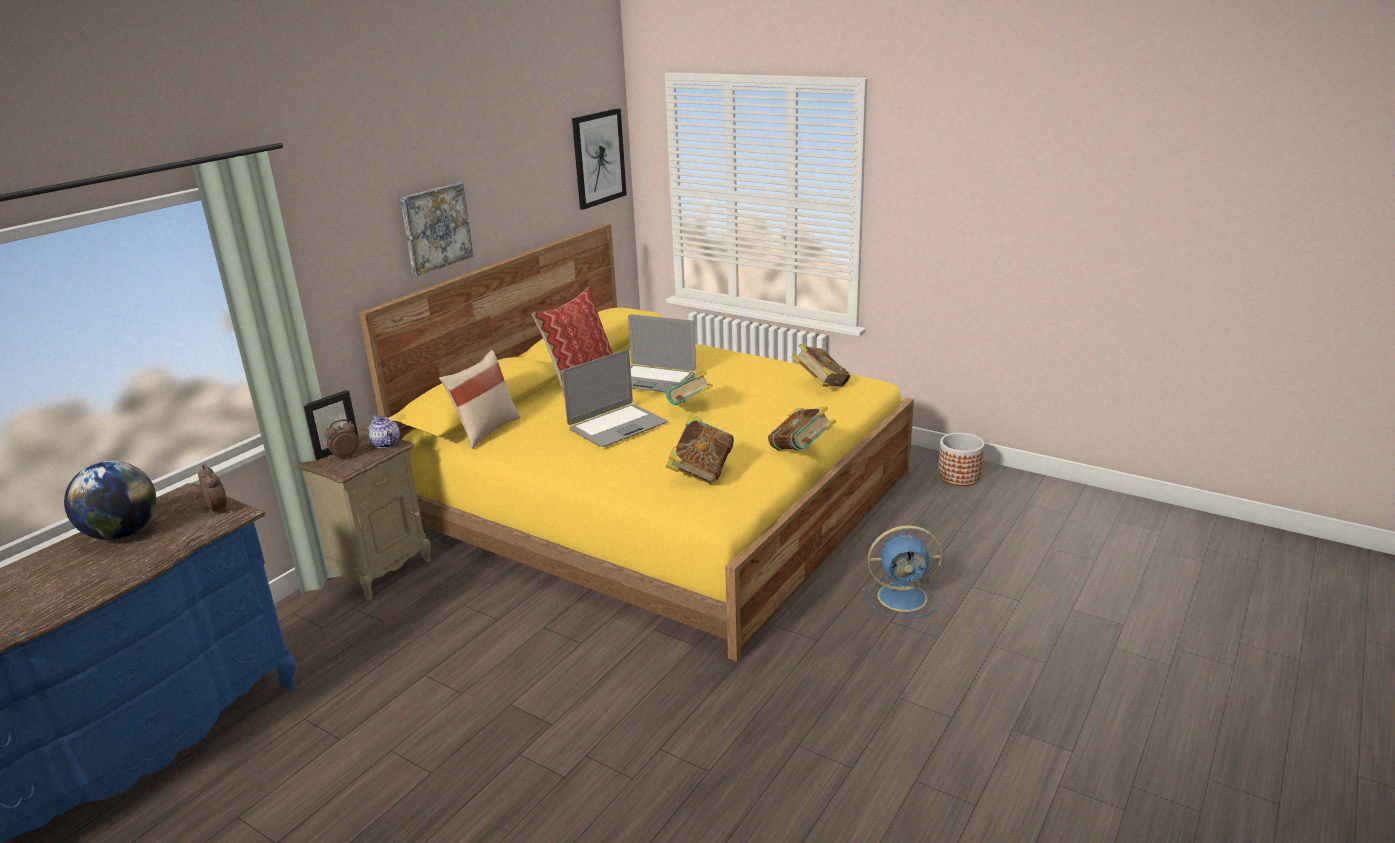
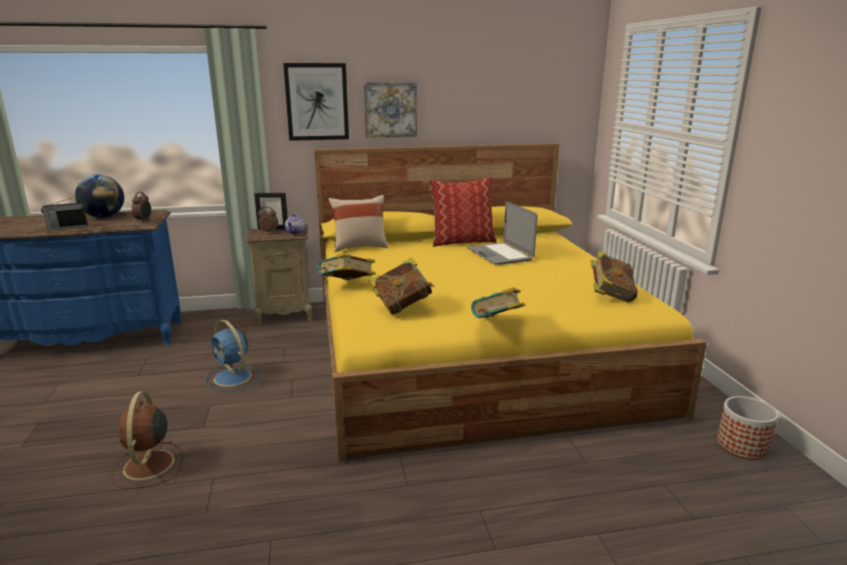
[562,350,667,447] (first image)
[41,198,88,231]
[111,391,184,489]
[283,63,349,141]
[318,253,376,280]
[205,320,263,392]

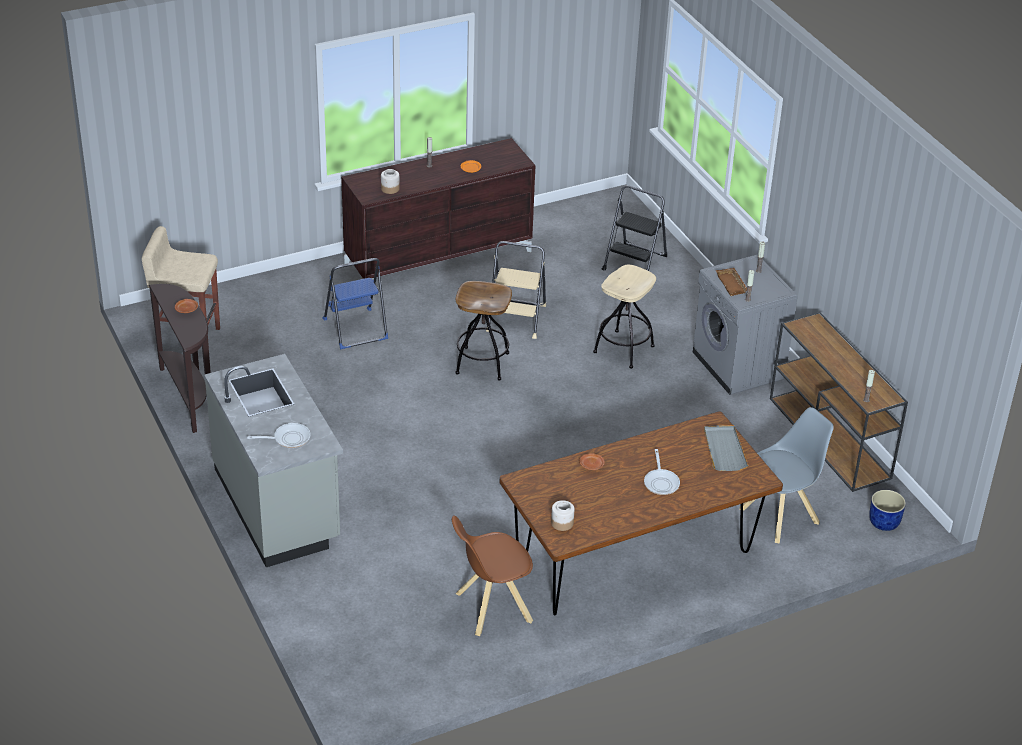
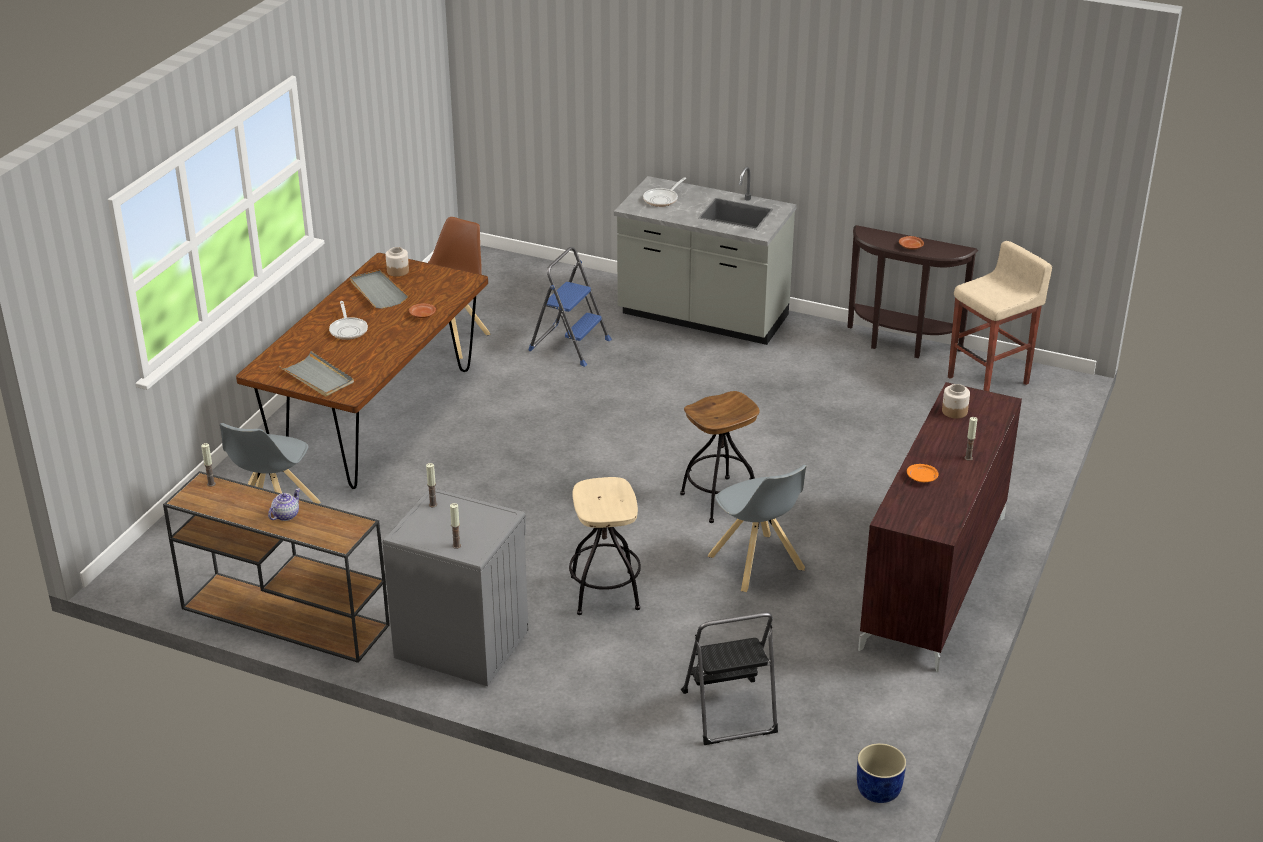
[716,268,747,296] (first image)
[268,489,300,521]
[350,270,408,309]
[529,247,612,367]
[857,743,906,803]
[707,465,806,592]
[329,301,368,340]

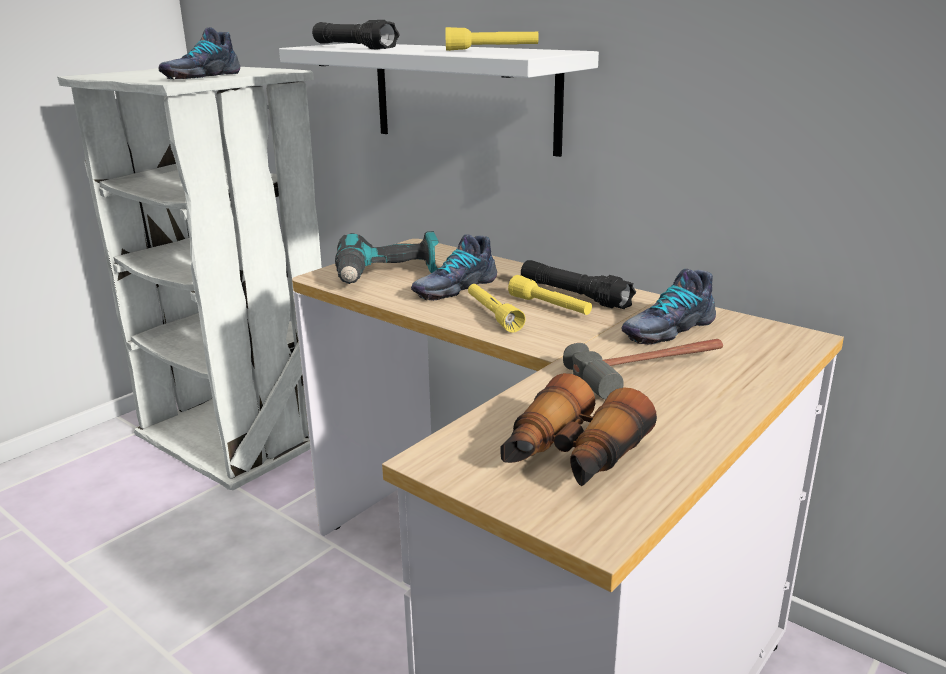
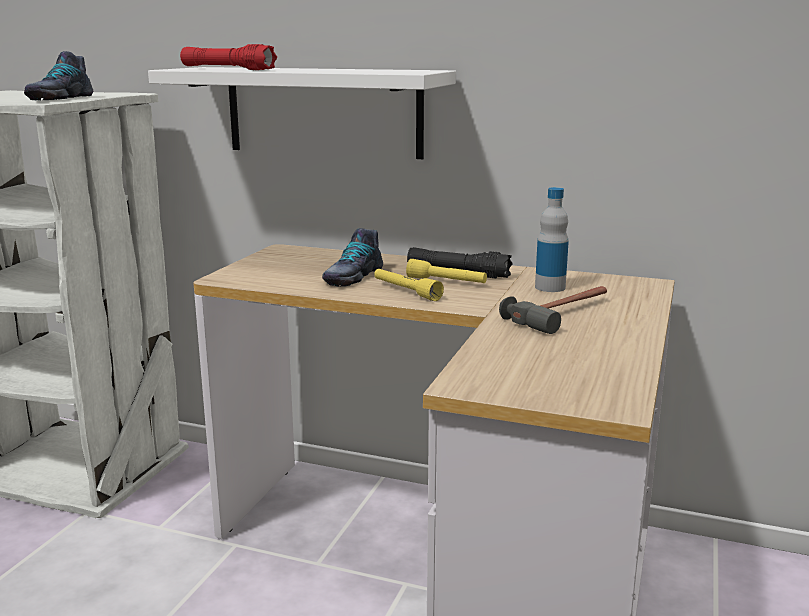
[335,231,439,284] (first image)
[446,27,538,51] (first image)
[501,373,657,486] (first image)
[535,187,569,292]
[180,44,277,70]

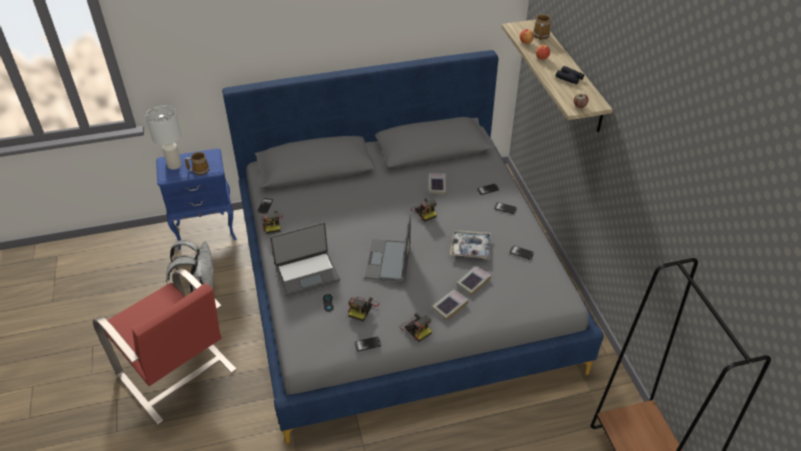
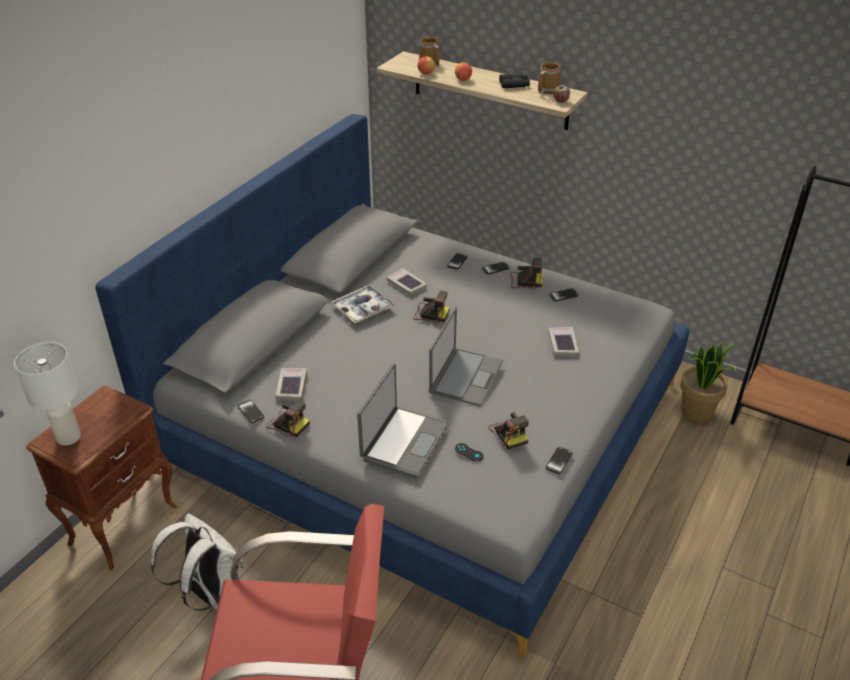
[680,342,737,422]
[538,62,560,94]
[510,258,542,288]
[275,368,307,401]
[331,285,395,323]
[26,386,178,571]
[429,307,503,407]

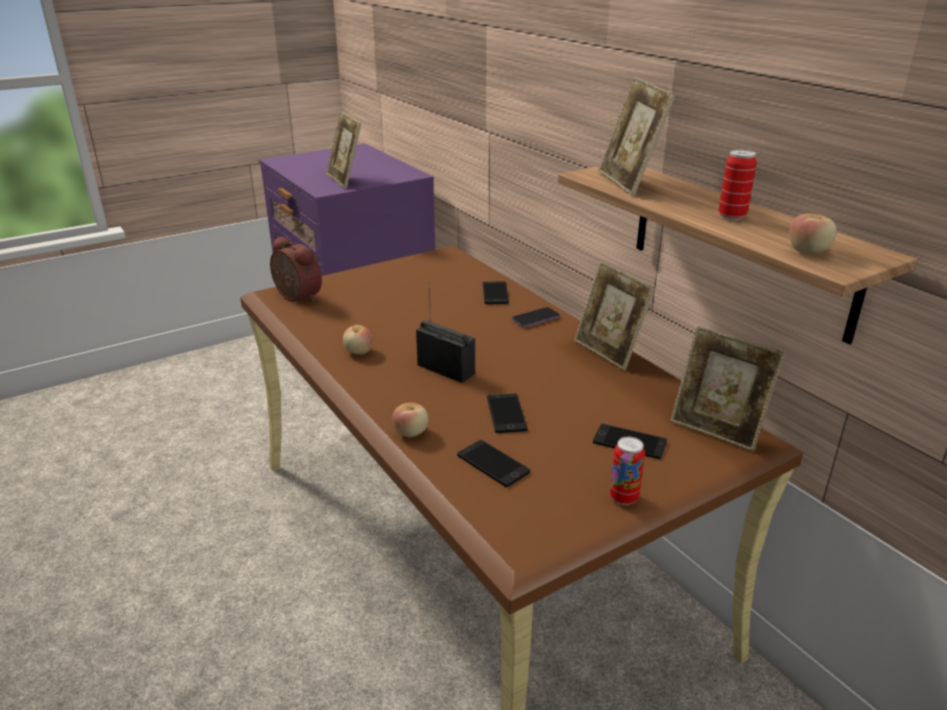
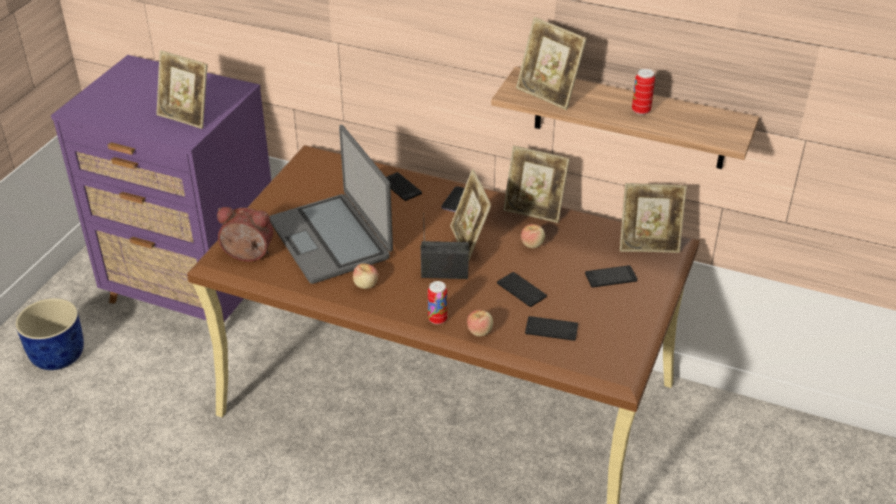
[15,298,84,370]
[269,125,393,284]
[450,169,491,260]
[428,281,447,325]
[521,224,545,248]

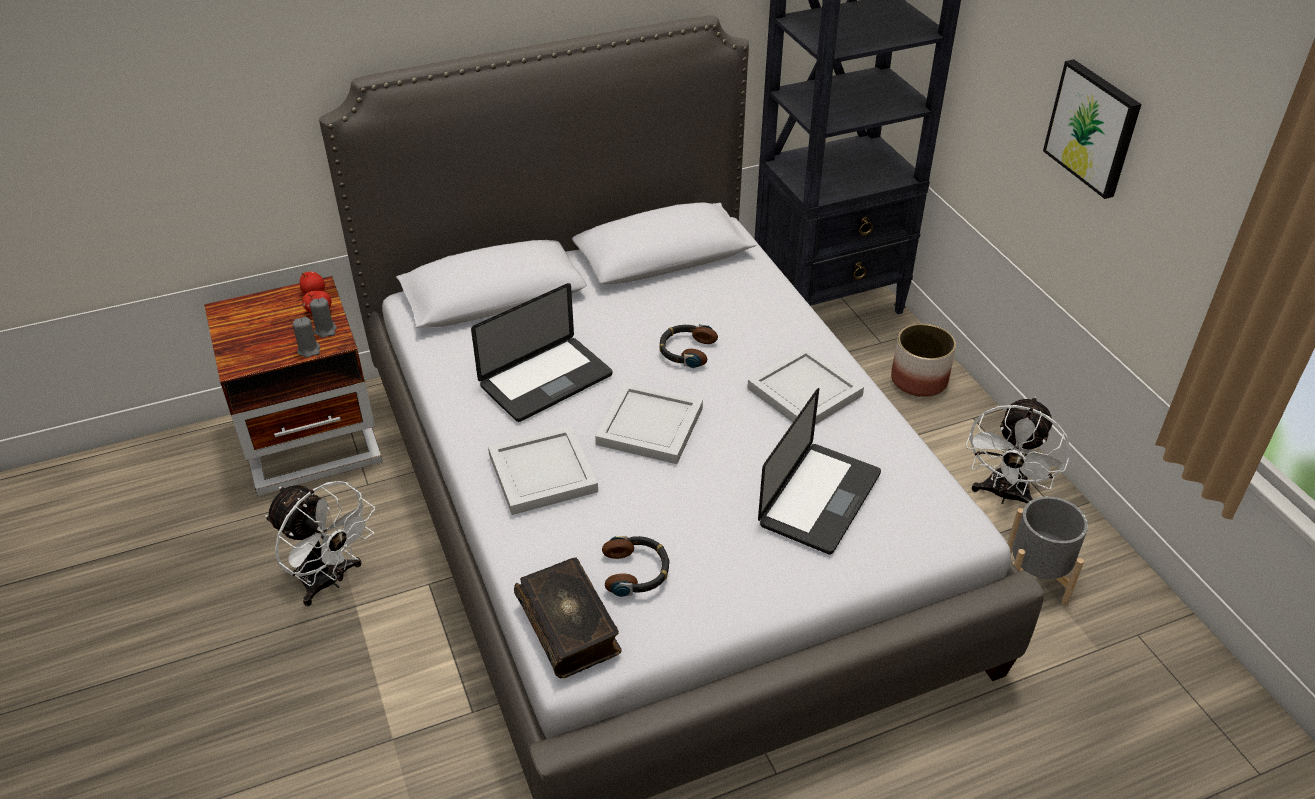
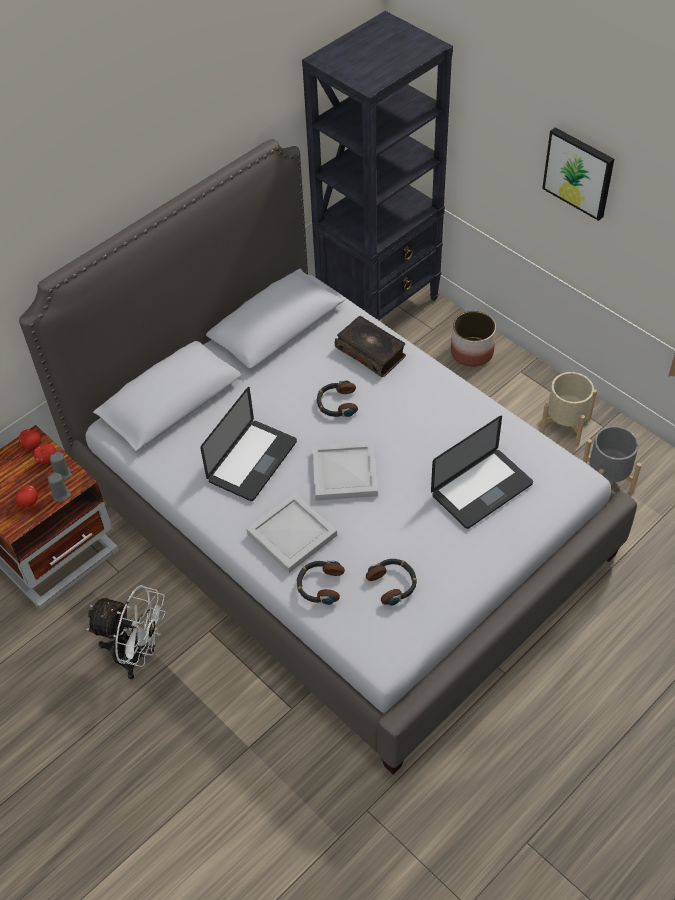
[747,347,864,425] (first image)
[15,485,38,508]
[297,560,345,605]
[335,316,406,377]
[540,372,597,446]
[431,416,533,529]

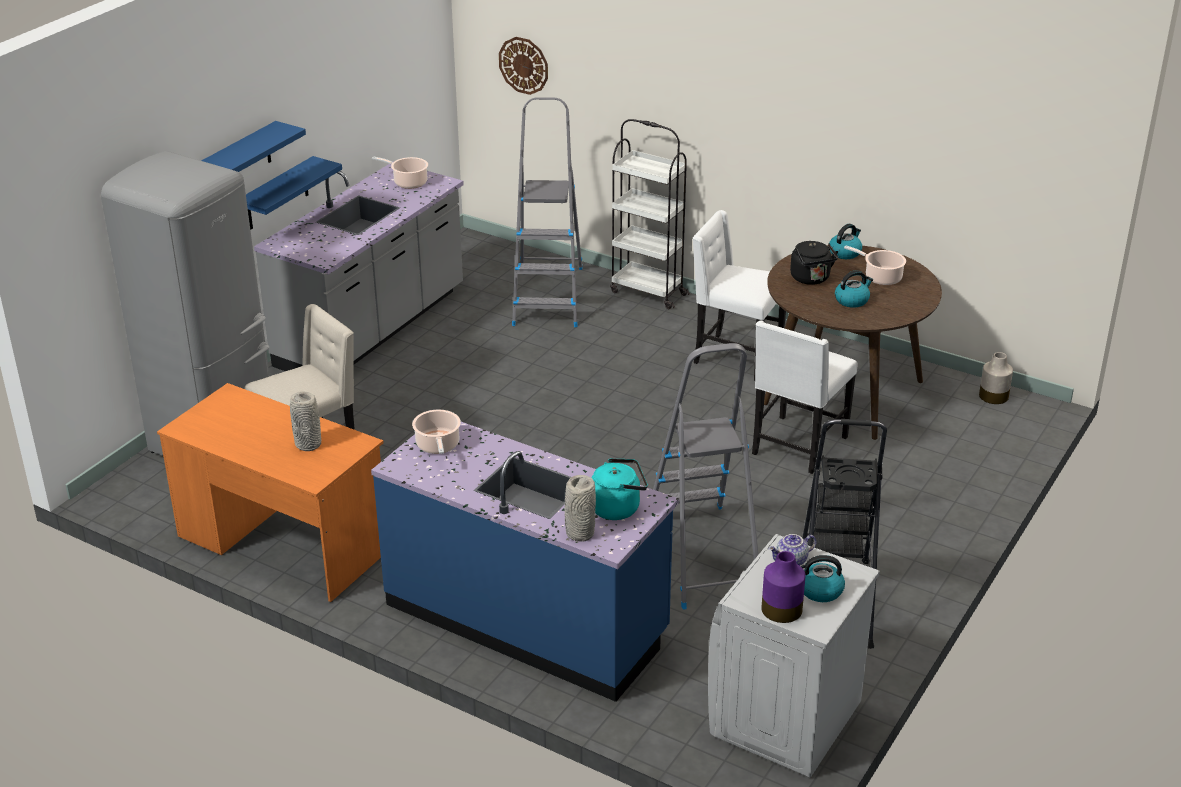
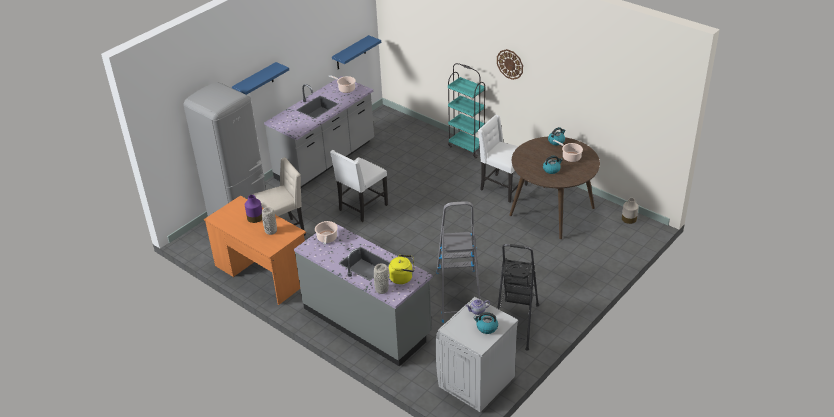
[512,97,582,327] (first image)
[790,241,838,285] (first image)
[332,35,381,69]
[497,49,523,80]
[330,150,388,222]
[245,195,262,223]
[294,223,433,367]
[388,255,415,284]
[448,63,486,158]

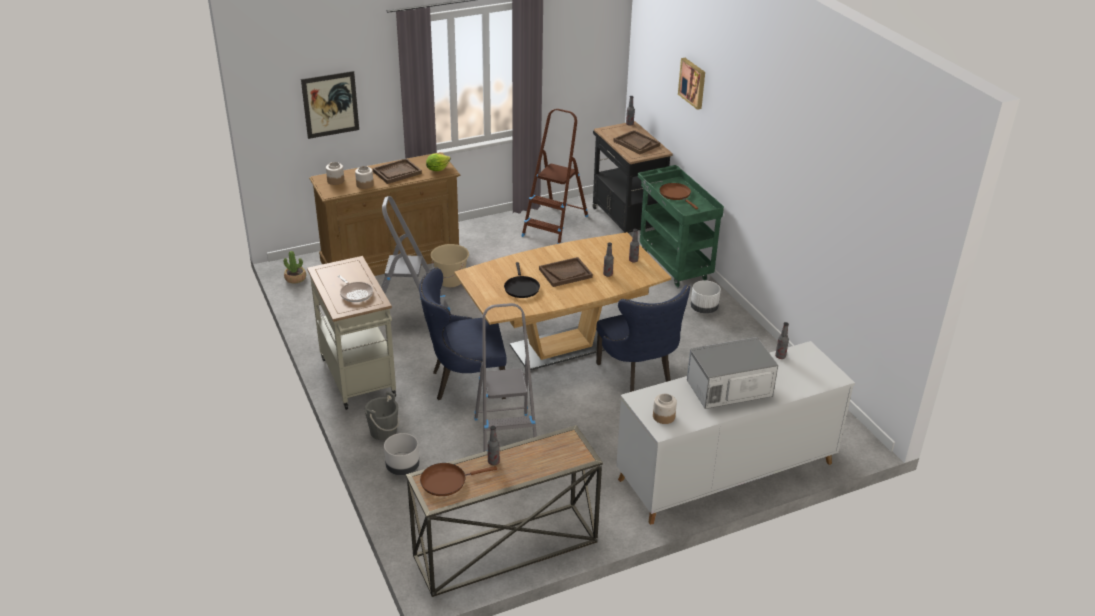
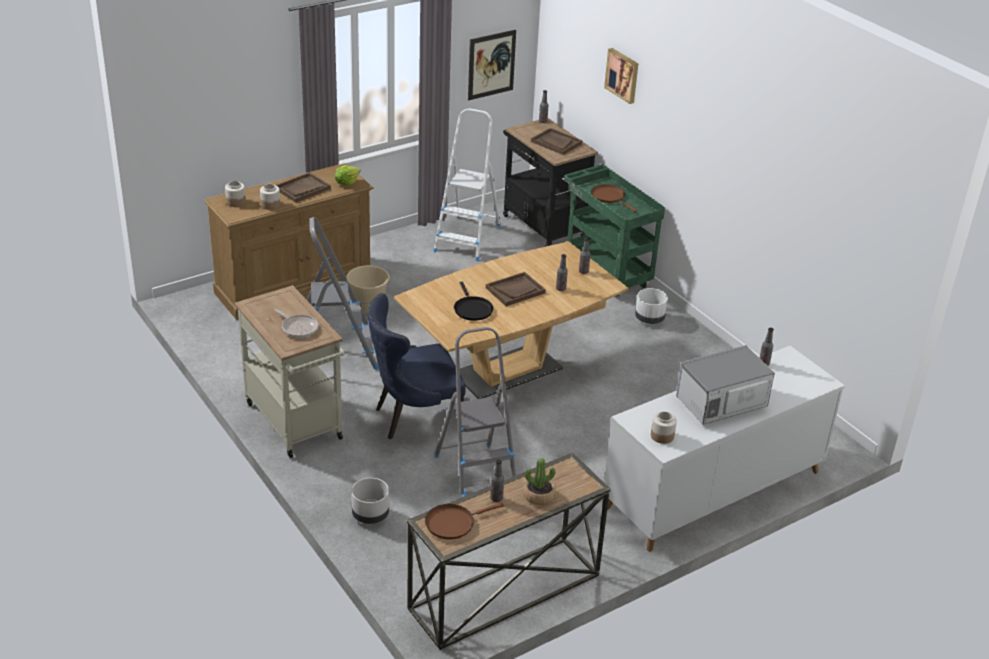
[364,391,399,440] (first image)
[596,285,690,392] (first image)
[523,458,556,505]
[468,29,516,100]
[433,109,501,261]

